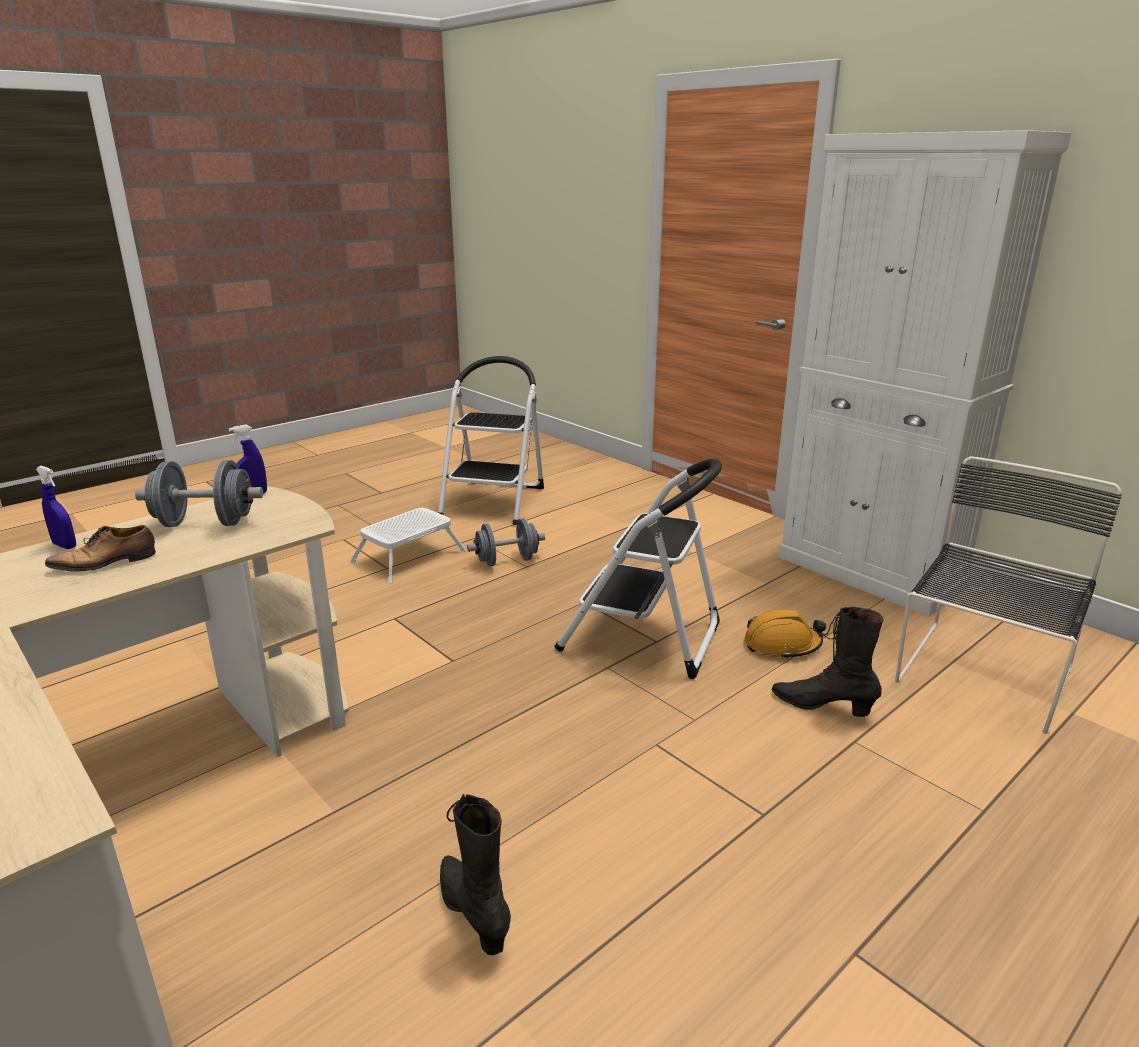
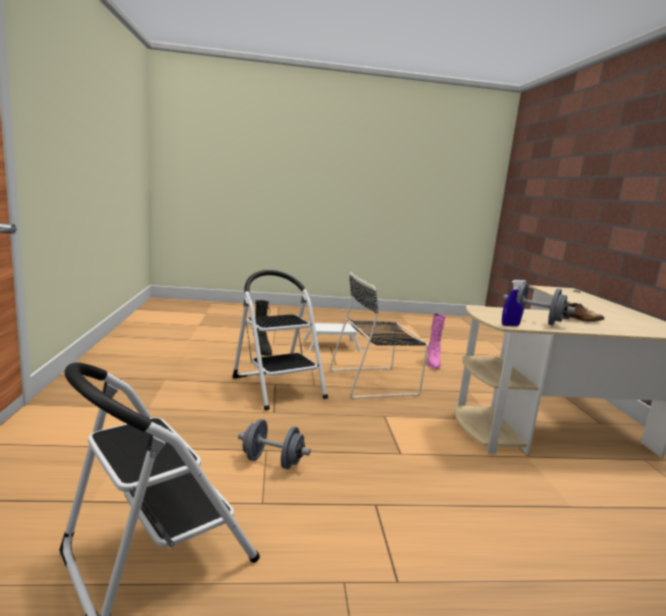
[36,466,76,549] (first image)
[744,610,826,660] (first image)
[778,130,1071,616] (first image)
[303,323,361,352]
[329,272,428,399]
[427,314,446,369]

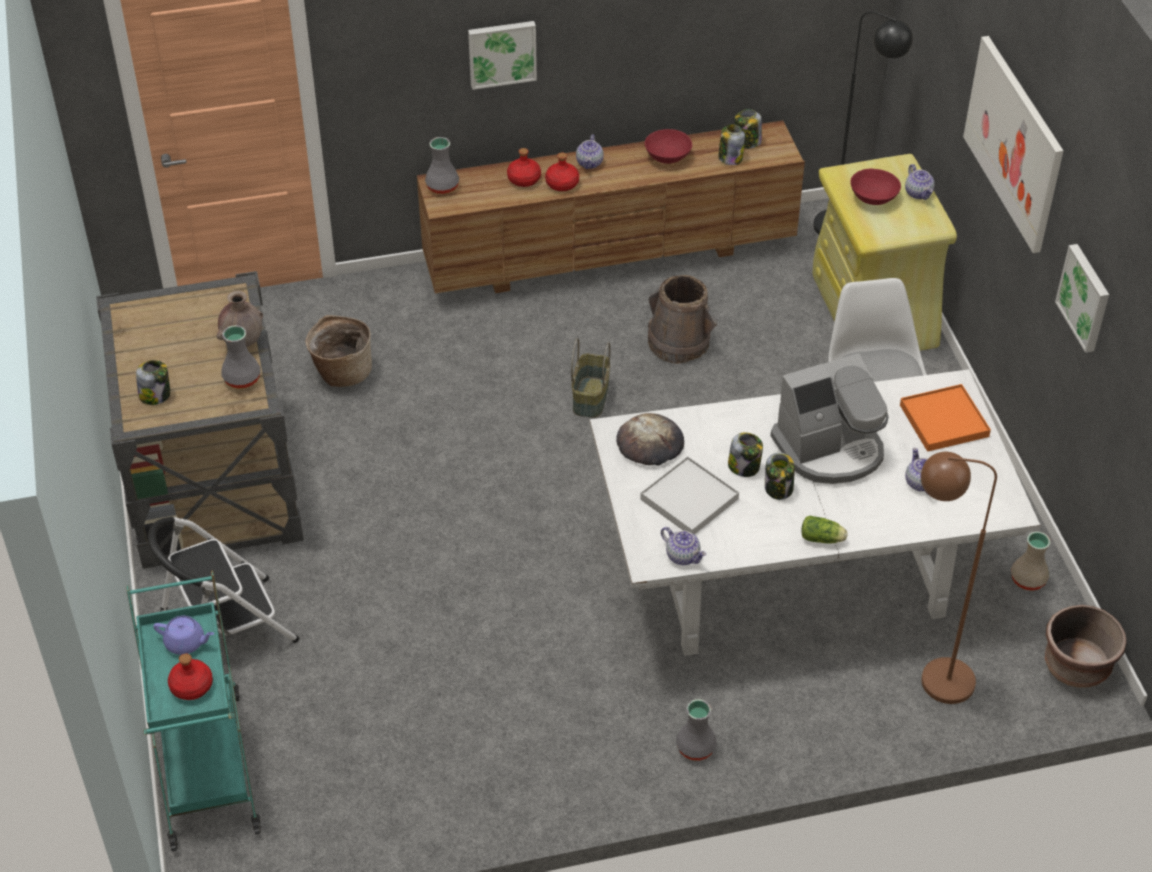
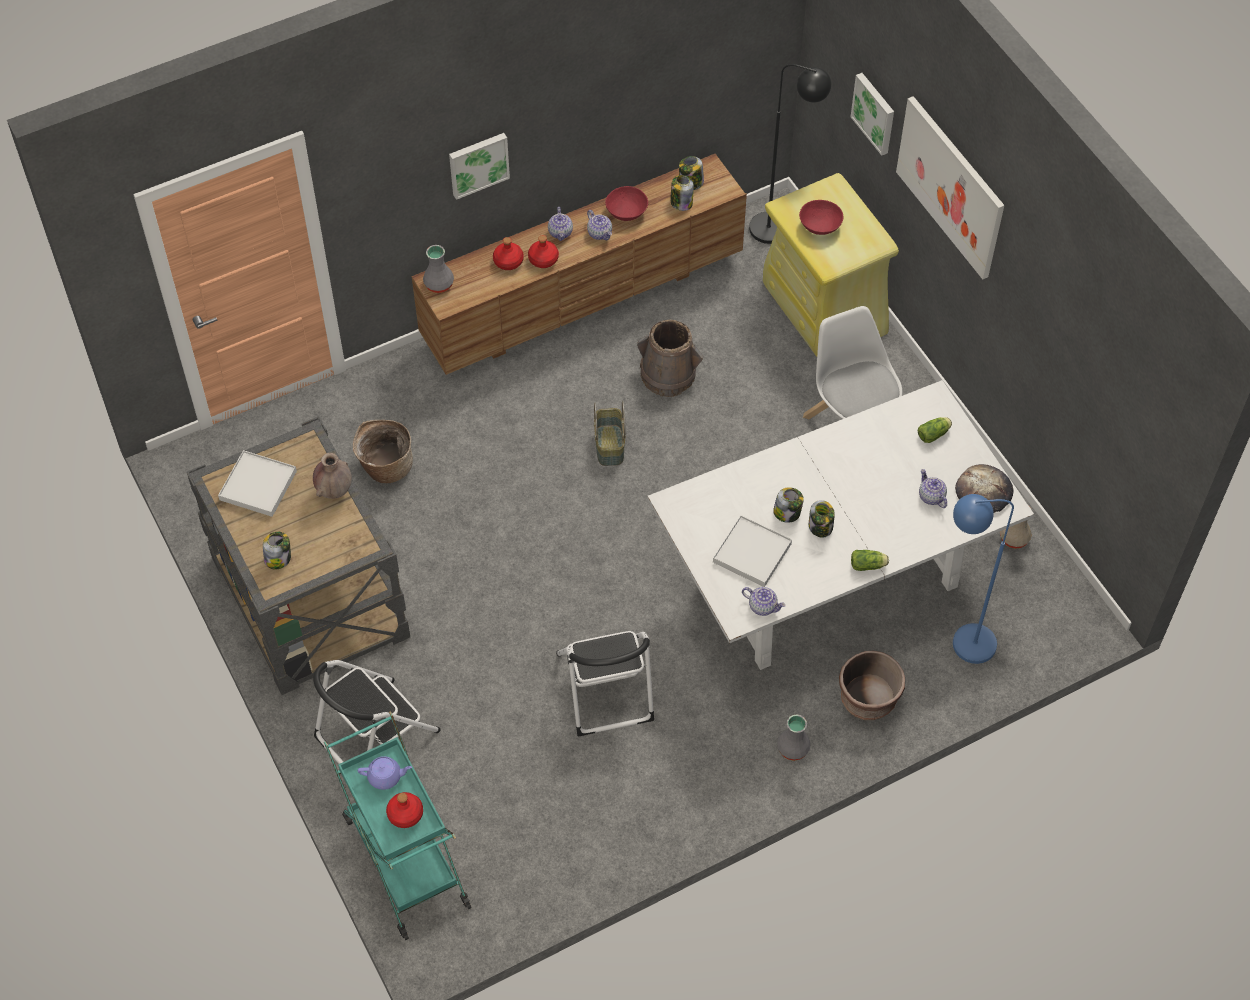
[221,325,260,389] (first image)
[771,353,889,484] (first image)
[218,450,297,517]
[556,631,654,736]
[955,464,1013,513]
[587,210,612,240]
[839,651,905,720]
[851,73,894,156]
[918,417,952,443]
[953,494,1014,664]

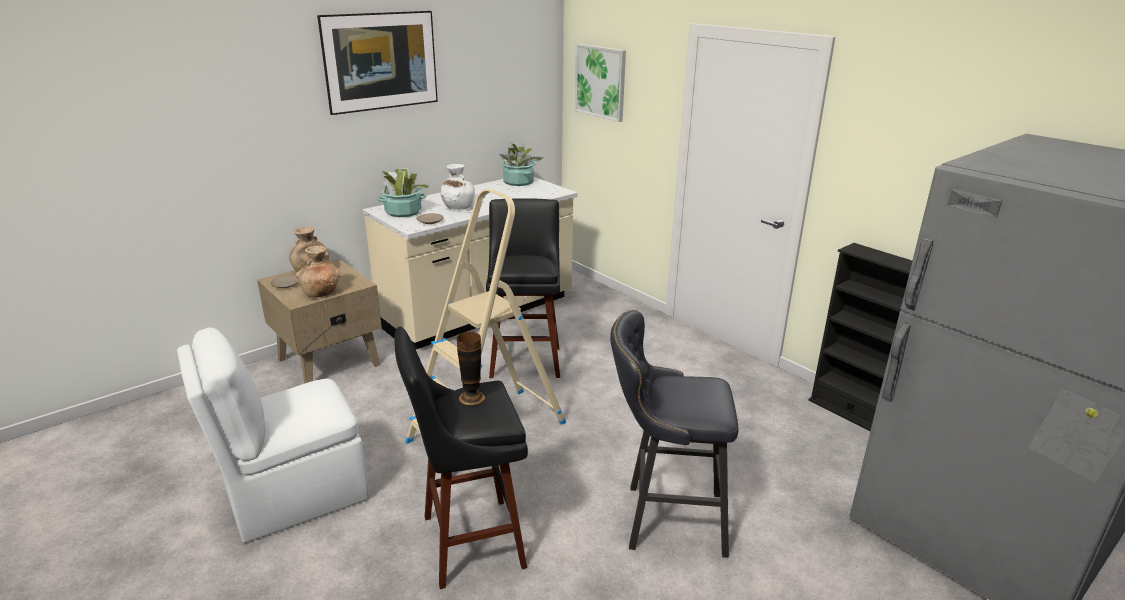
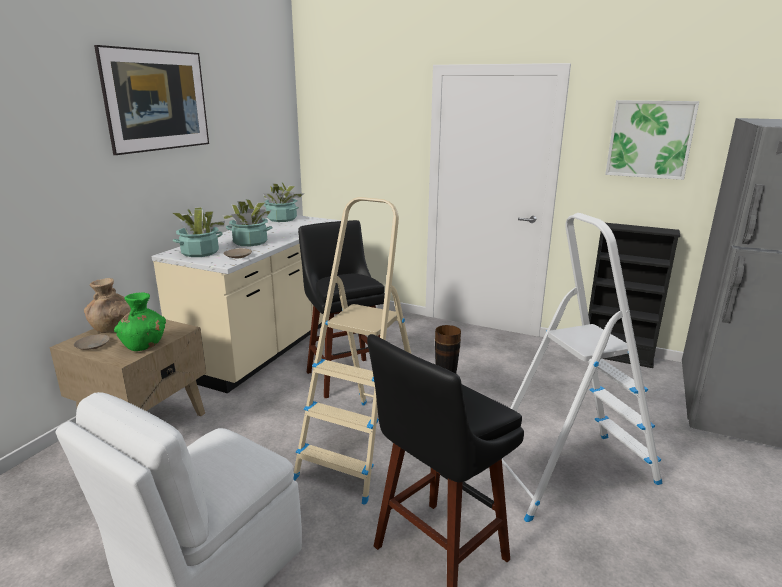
[605,100,699,180]
[222,199,272,246]
[502,213,662,522]
[114,293,166,351]

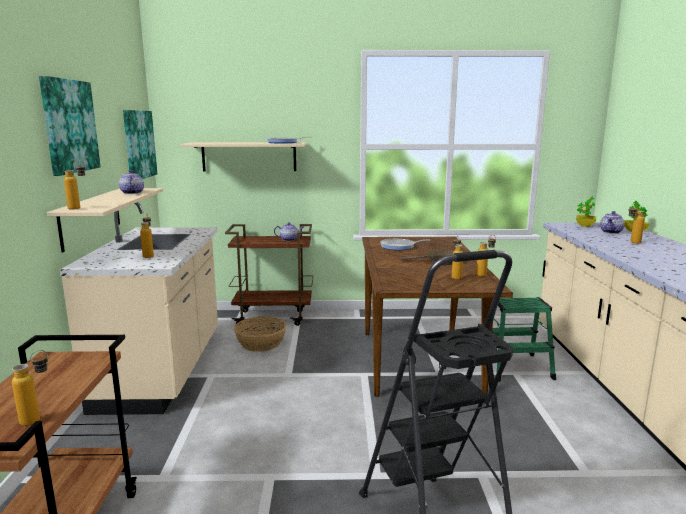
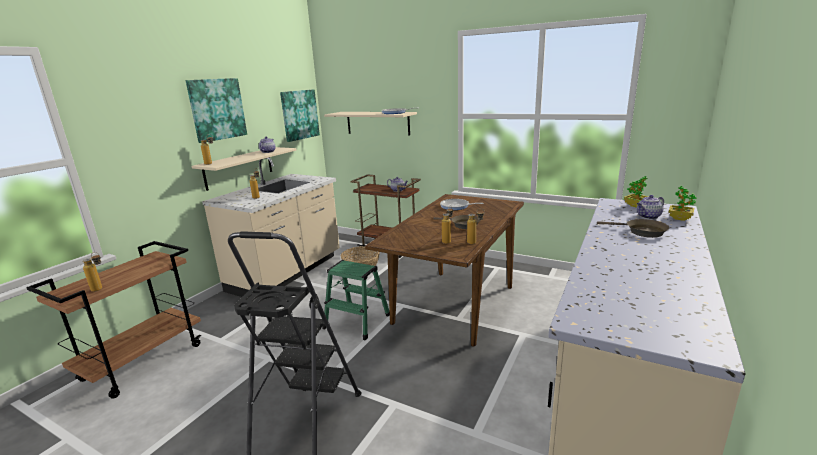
[323,260,390,340]
[597,219,669,238]

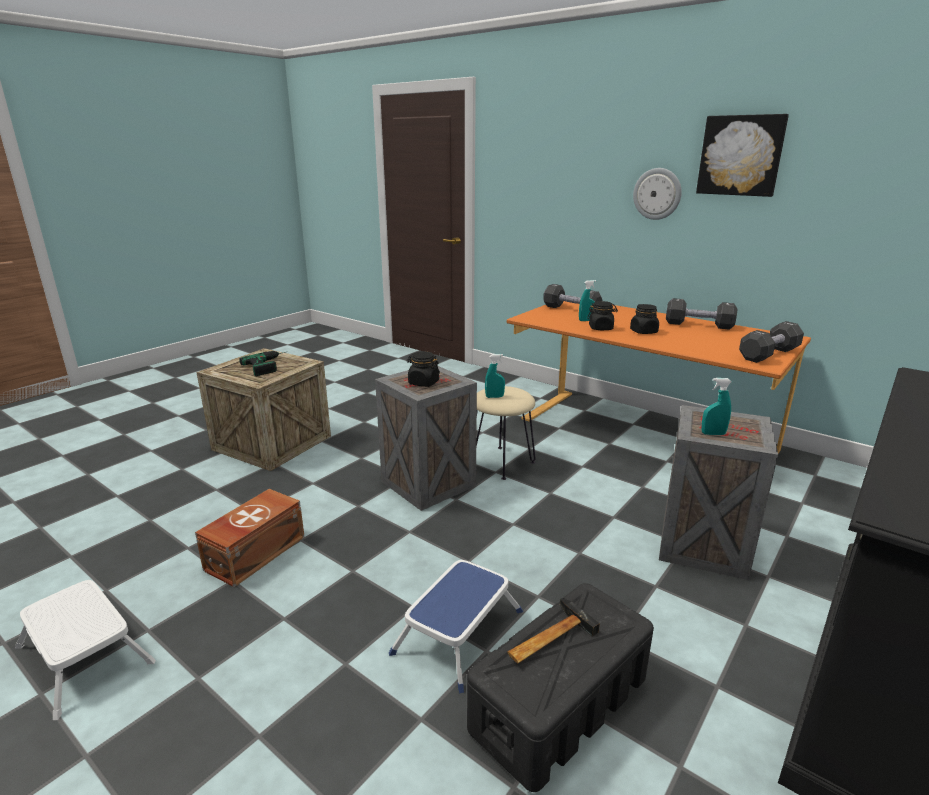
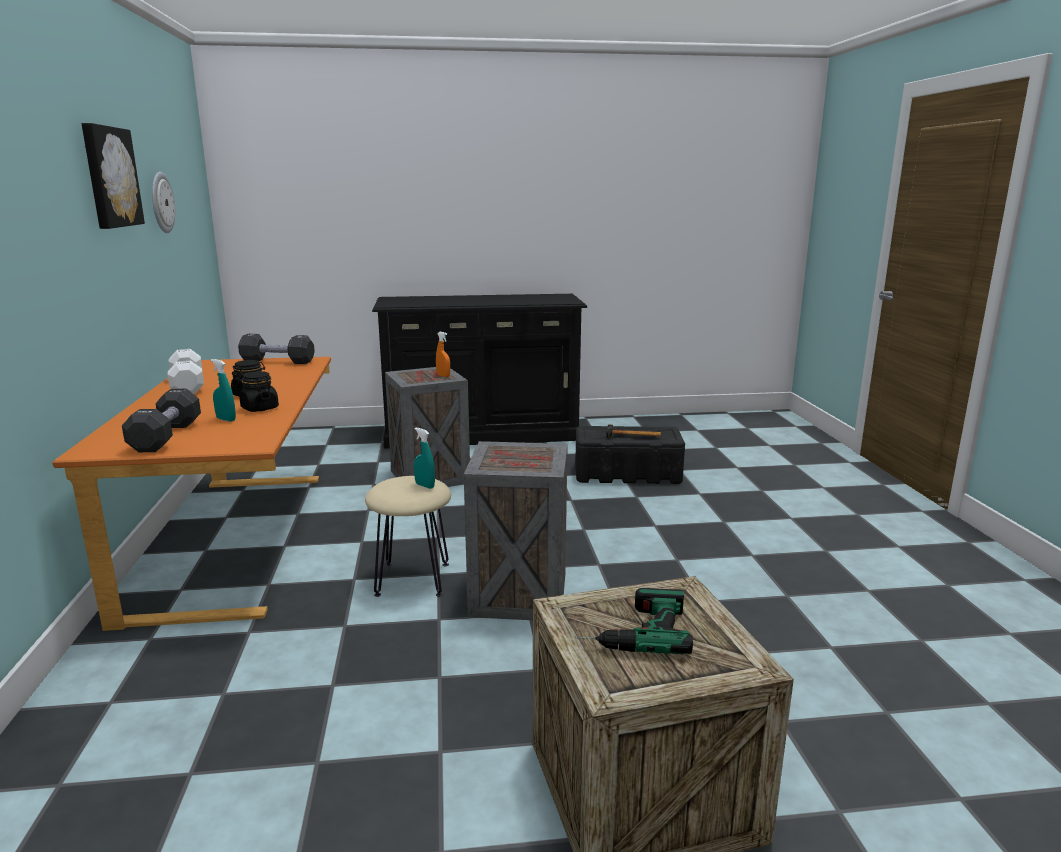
[15,580,156,720] (first image)
[195,489,305,587] (first image)
[389,560,523,693] (first image)
[407,351,440,387] (first image)
[152,172,175,233]
[167,349,204,394]
[436,332,450,377]

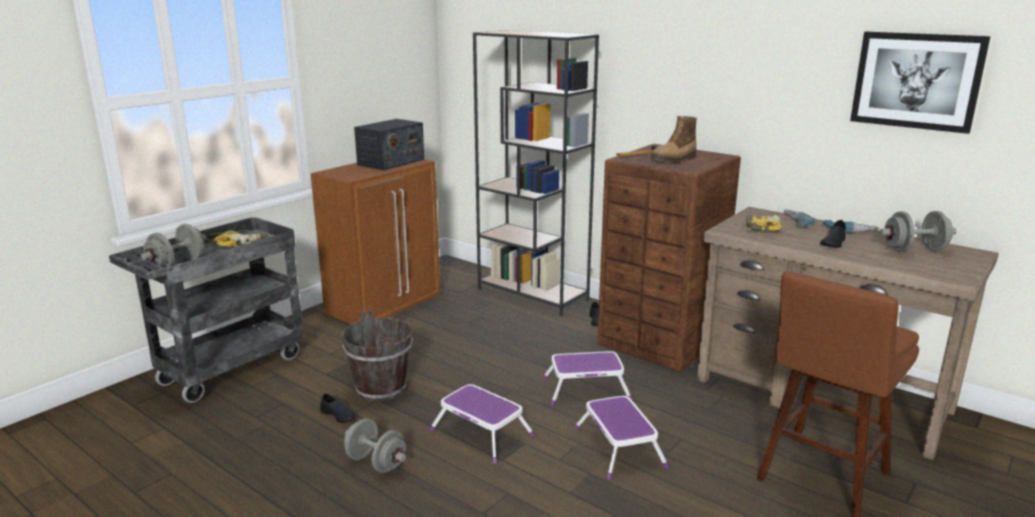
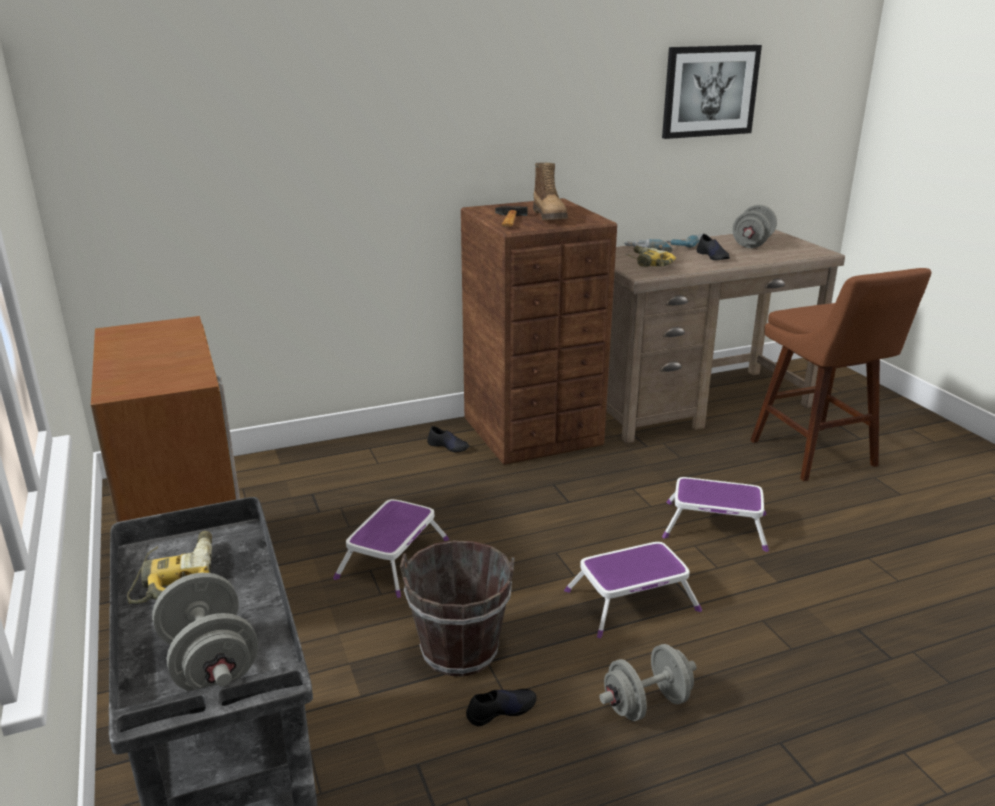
[354,119,424,170] (first image)
[473,30,599,316] (first image)
[333,499,449,598]

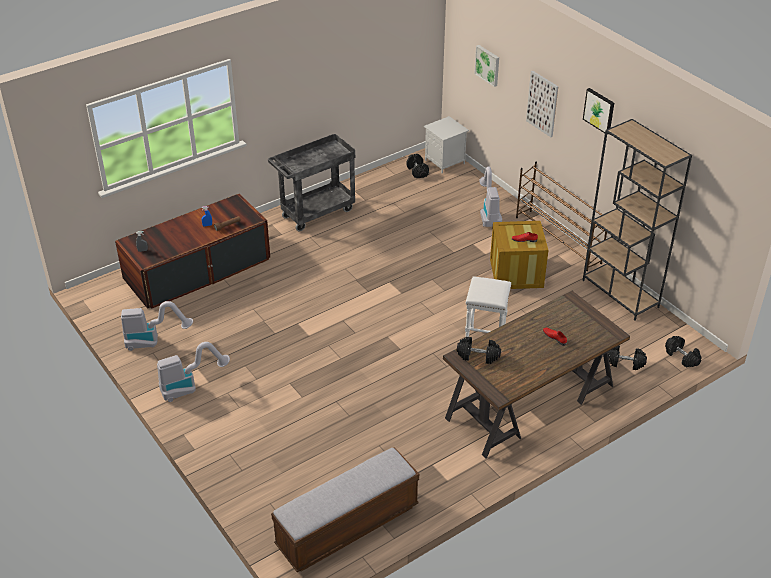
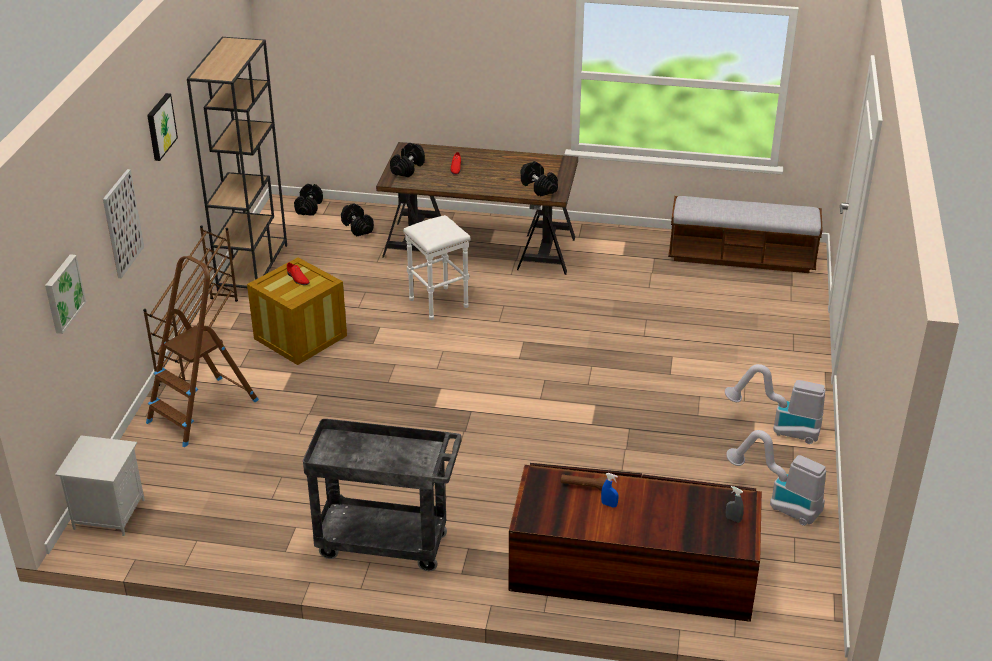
[390,143,425,177]
[146,256,259,447]

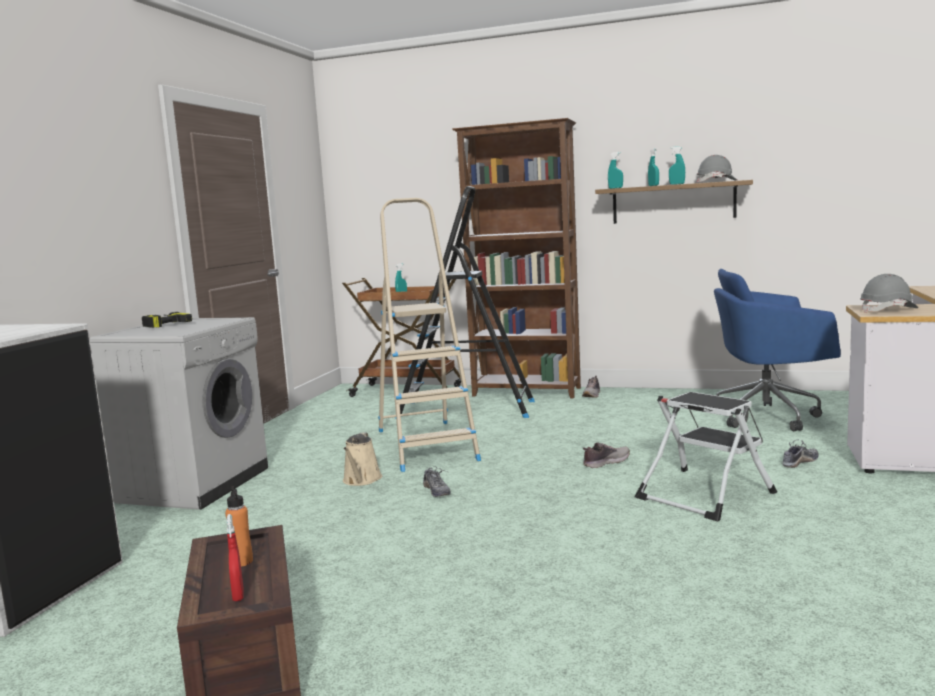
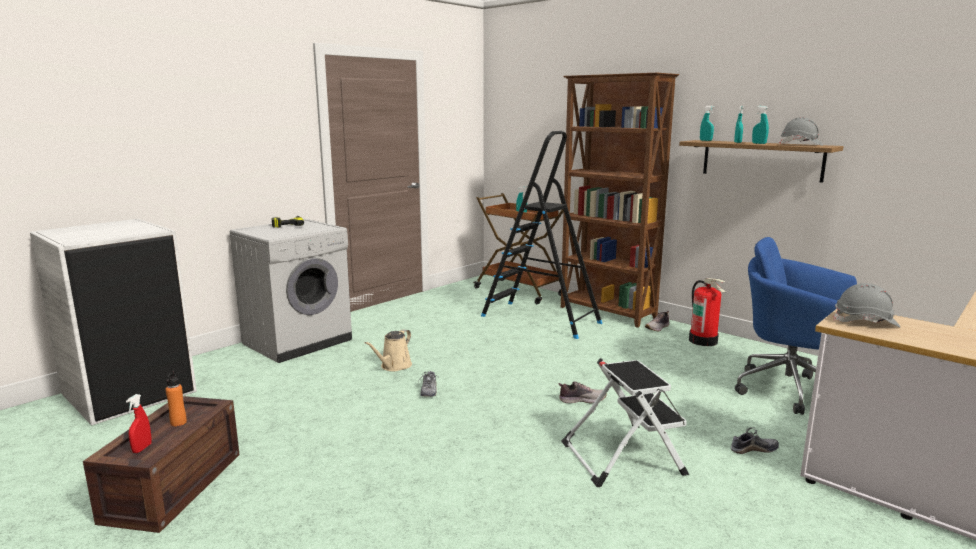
[378,198,481,472] (first image)
[689,278,726,346]

